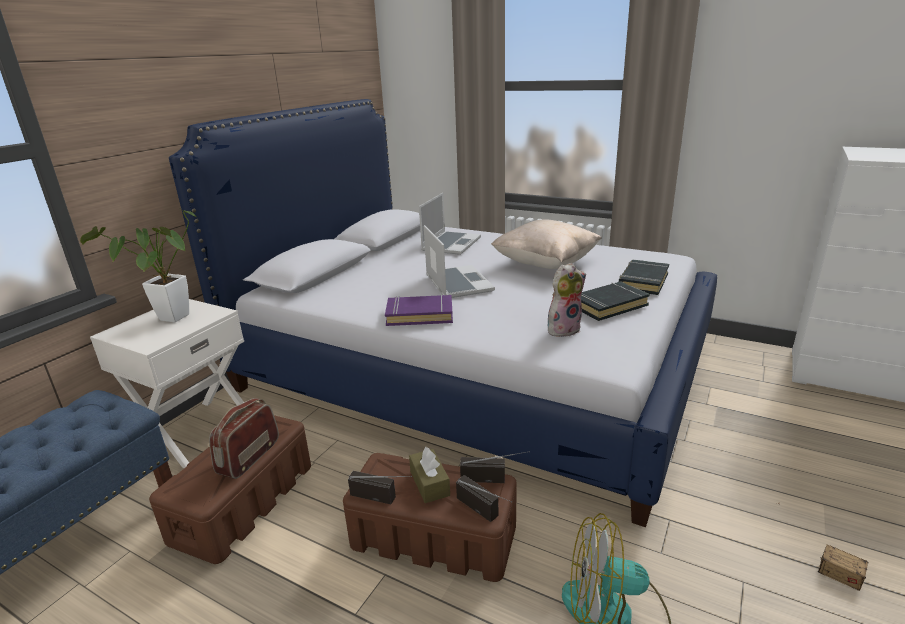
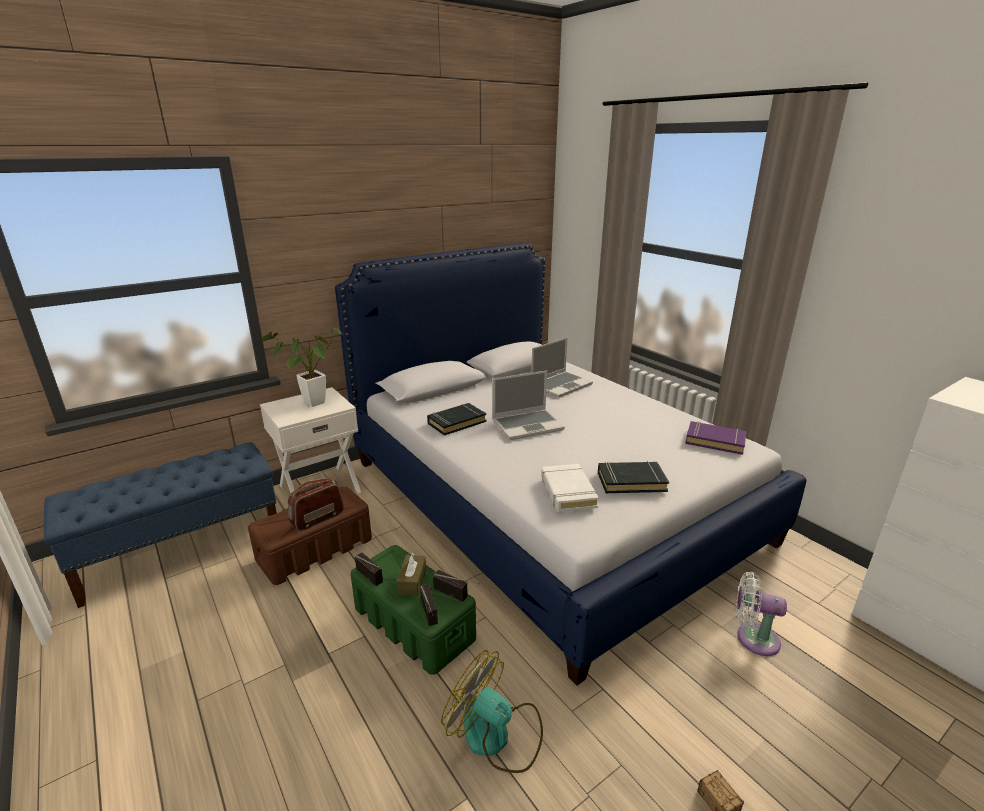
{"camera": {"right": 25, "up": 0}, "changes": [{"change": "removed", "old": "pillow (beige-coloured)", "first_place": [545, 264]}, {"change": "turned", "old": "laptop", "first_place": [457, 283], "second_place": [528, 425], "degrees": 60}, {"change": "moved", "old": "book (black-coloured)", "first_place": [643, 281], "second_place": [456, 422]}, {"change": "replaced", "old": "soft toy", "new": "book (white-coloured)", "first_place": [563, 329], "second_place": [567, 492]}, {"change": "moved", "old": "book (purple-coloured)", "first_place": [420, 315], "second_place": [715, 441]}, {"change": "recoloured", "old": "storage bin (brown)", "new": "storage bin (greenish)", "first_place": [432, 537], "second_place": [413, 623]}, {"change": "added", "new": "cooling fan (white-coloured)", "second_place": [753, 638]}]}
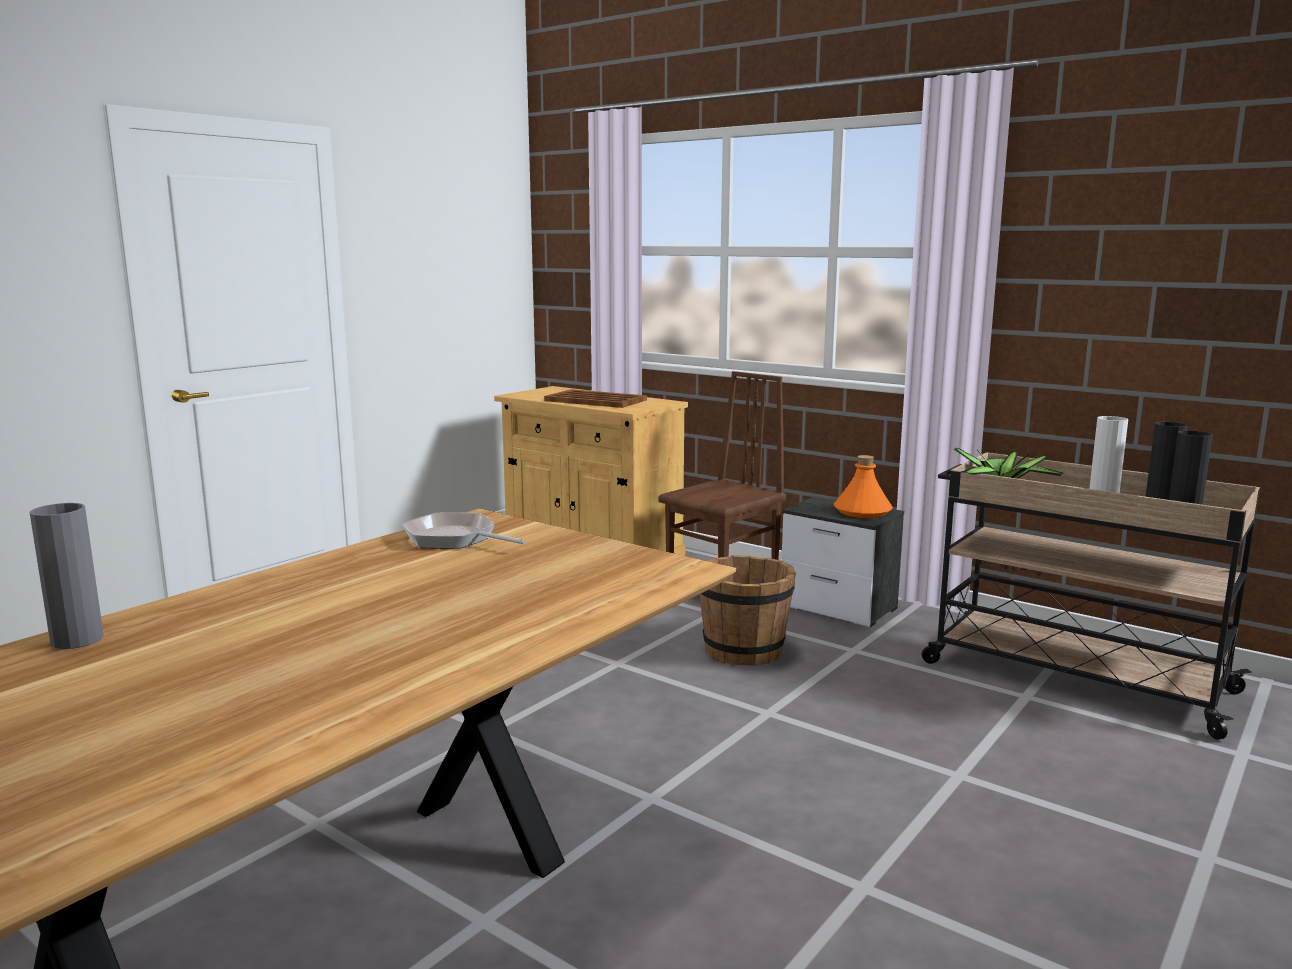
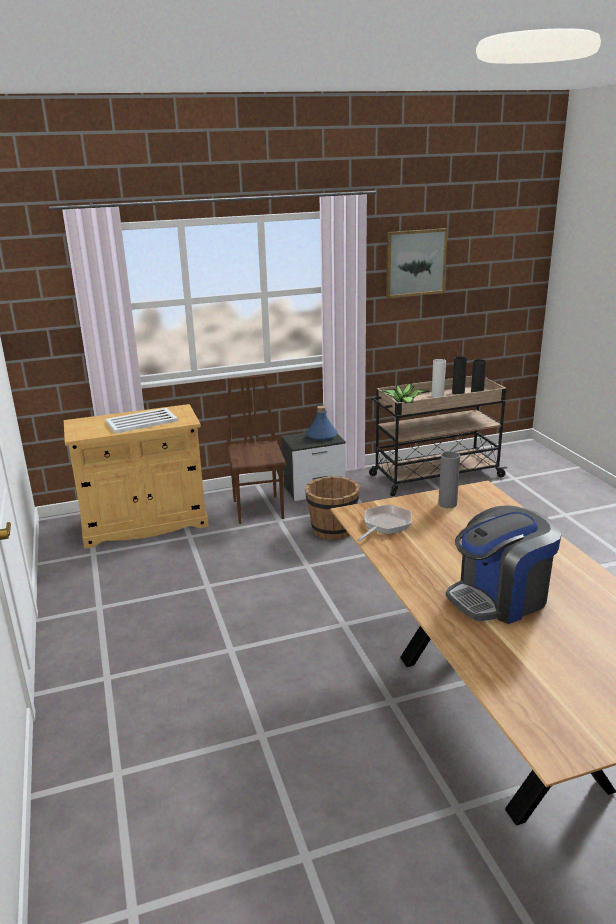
{"camera": {"right": -55, "up": 10}, "changes": [{"change": "recoloured", "old": "carrying tray (brown)", "new": "carrying tray (white-coloured)", "first_place": [596, 400], "second_place": [142, 421]}, {"change": "recoloured", "old": "drink bottle (orangey)", "new": "drink bottle (bluish)", "first_place": [862, 512], "second_place": [321, 436]}, {"change": "moved", "old": "decorative vase (grey)", "first_place": [77, 640], "second_place": [447, 504]}, {"change": "turned", "old": "skillet", "first_place": [455, 539], "second_place": [385, 525], "degrees": 150}, {"change": "added", "new": "picture", "second_place": [415, 262]}, {"change": "added", "new": "coffee machine", "second_place": [499, 598]}]}
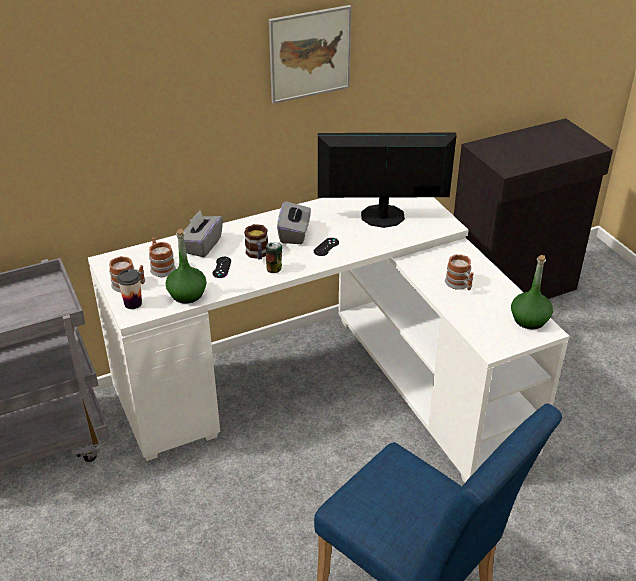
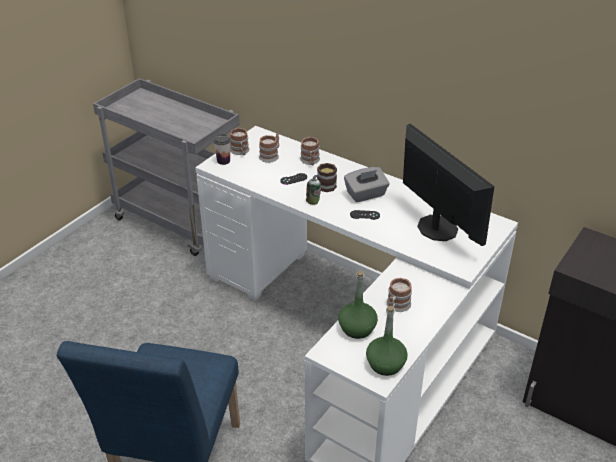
{"camera": {"right": 60, "up": 0}, "changes": [{"change": "removed", "old": "picture", "first_place": [310, 54]}, {"change": "replaced", "old": "box of tissues (grey)", "new": "tea mug", "first_place": [202, 245], "second_place": [310, 161]}, {"change": "moved", "old": "drink bottle (greenish)", "first_place": [187, 294], "second_place": [357, 328]}]}
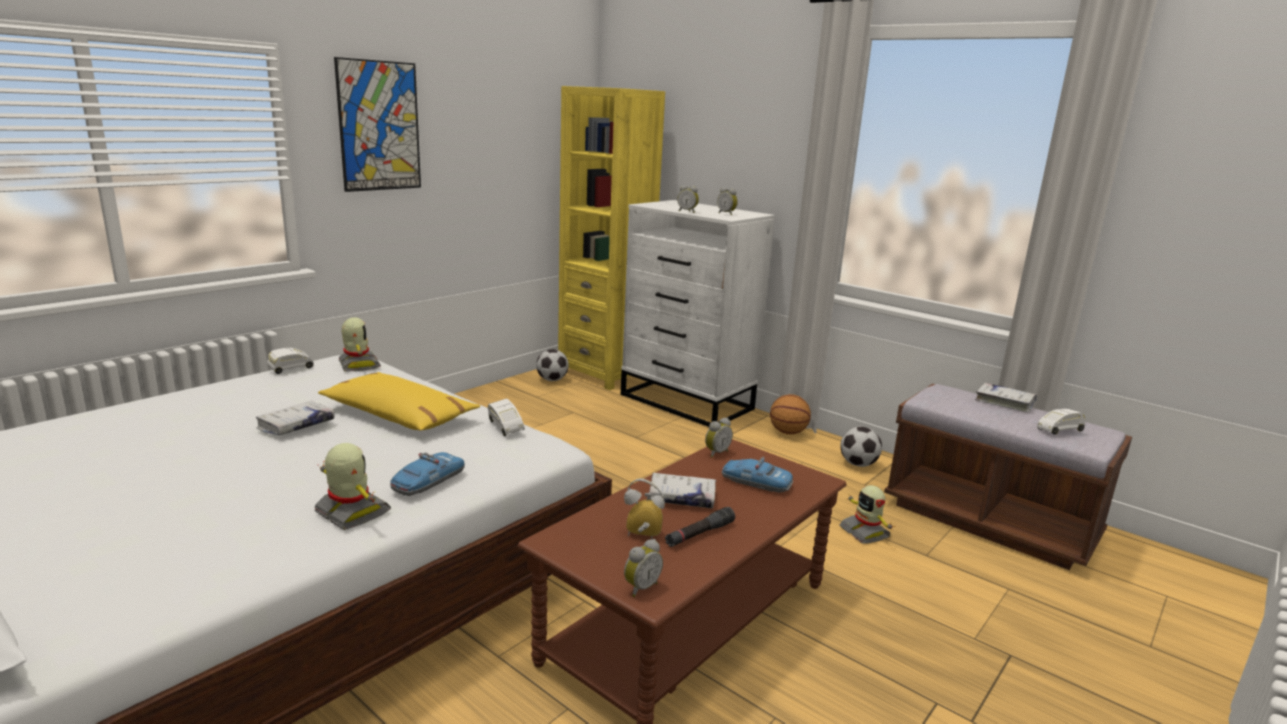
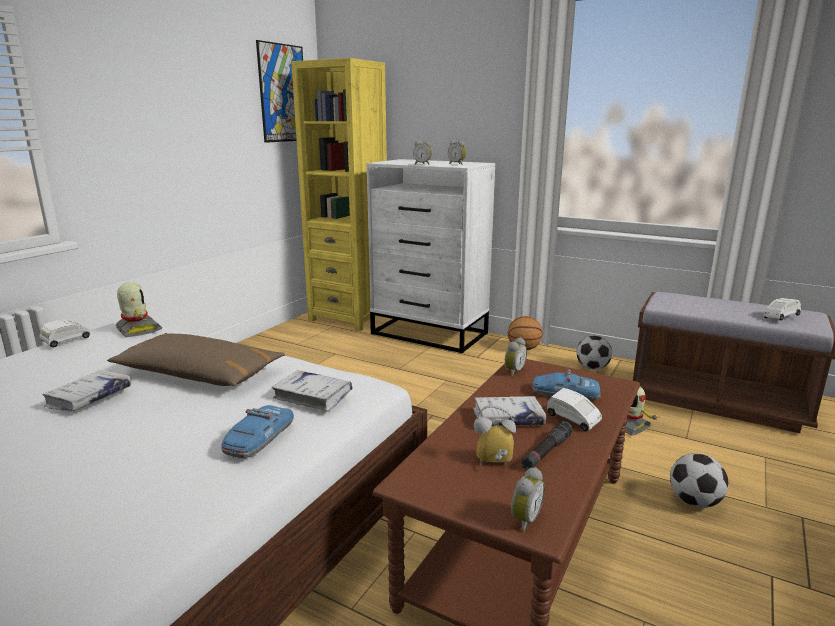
{"camera": {"right": -10, "up": 0}, "changes": [{"change": "moved", "old": "picture", "first_place": [379, 126], "second_place": [283, 93]}, {"change": "moved", "old": "ball for football", "first_place": [552, 380], "second_place": [694, 502]}, {"change": "recoloured", "old": "pillow (yellow-coloured)", "new": "pillow (brown)", "first_place": [399, 415], "second_place": [199, 374]}, {"change": "moved", "old": "book (white-coloured)", "first_place": [1004, 402], "second_place": [313, 396]}, {"change": "moved", "old": "model car (white-coloured)", "first_place": [505, 427], "second_place": [572, 420]}, {"change": "removed", "old": "toy robot", "first_place": [351, 513]}]}
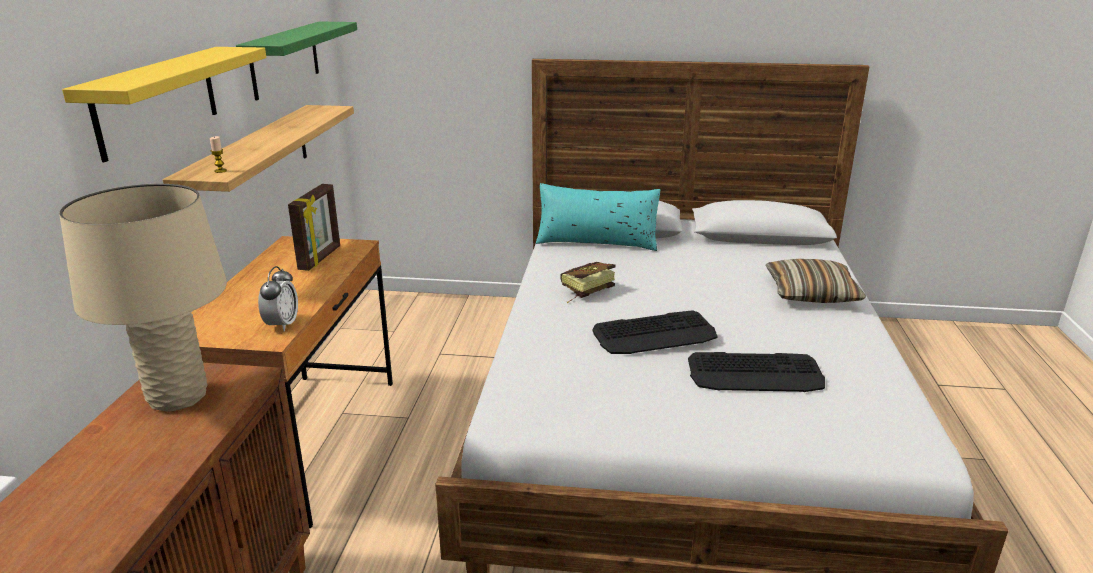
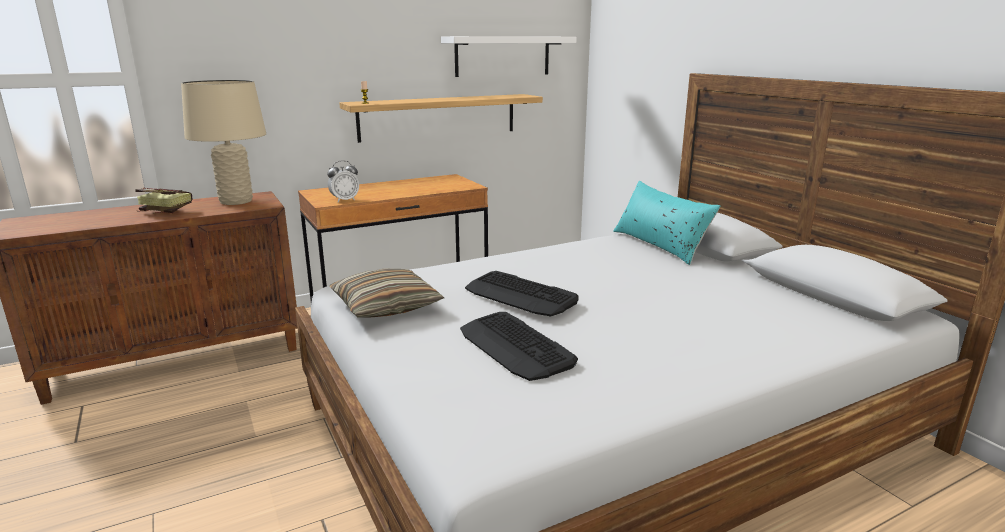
{"camera": {"right": 55, "up": -5}, "changes": [{"change": "recoloured", "old": "shelf (greenish)", "new": "shelf (white-coloured)", "first_place": [285, 59], "second_place": [503, 56]}, {"change": "removed", "old": "shelf (yellow-coloured)", "first_place": [157, 100]}, {"change": "removed", "old": "standing frame", "first_place": [321, 258]}, {"change": "moved", "old": "pillow", "first_place": [811, 293], "second_place": [386, 306]}, {"change": "moved", "old": "book", "first_place": [583, 292], "second_place": [163, 211]}]}
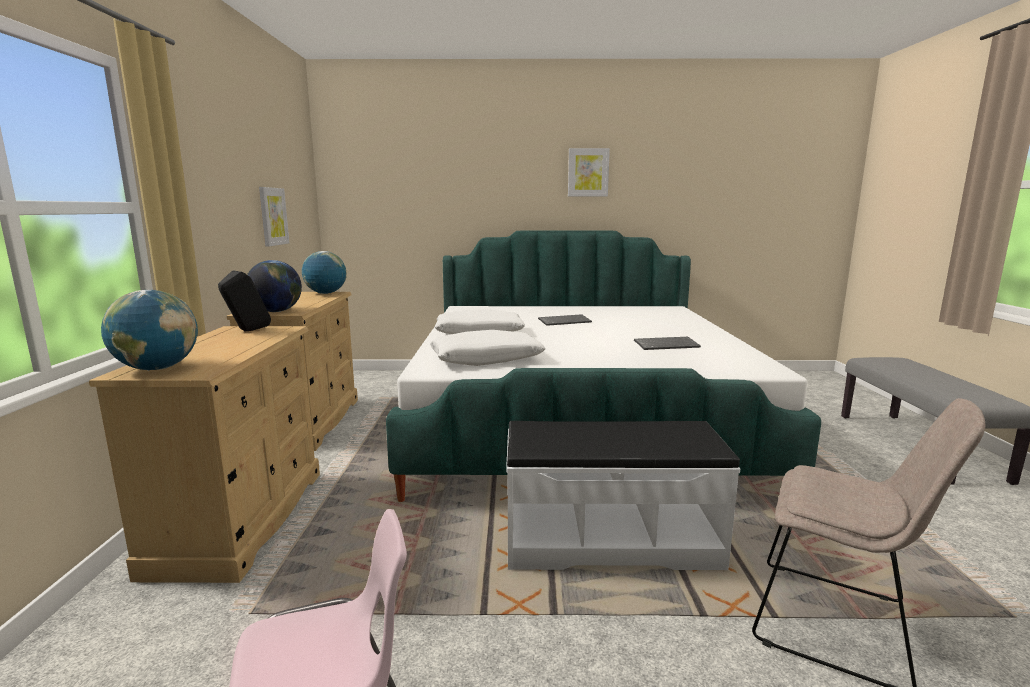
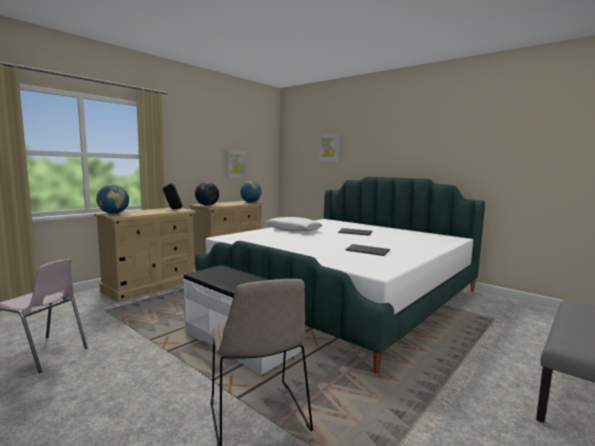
{"camera": {"right": 40, "up": -5}, "changes": [{"change": "moved", "old": "picture", "first_place": [588, 172], "second_place": [329, 147]}, {"change": "removed", "old": "pillow (white-coloured)", "first_place": [486, 359]}]}
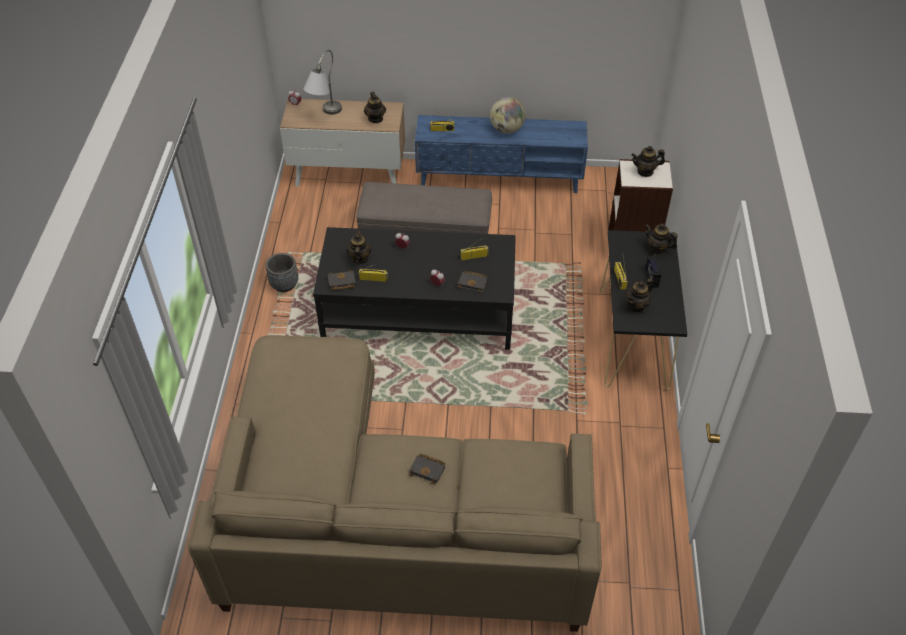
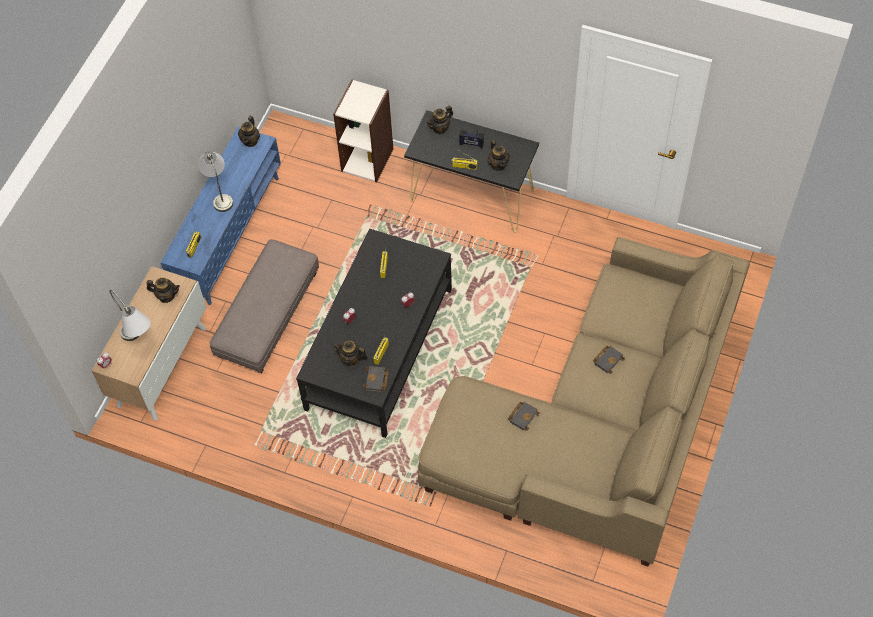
{"camera": {"right": -70, "up": 10}, "changes": [{"change": "replaced", "old": "globe", "new": "tabletop lamp (grey)", "first_place": [506, 129], "second_place": [220, 193]}, {"change": "moved", "old": "pot for tea", "first_place": [645, 171], "second_place": [250, 141]}, {"change": "removed", "old": "plant pot (grey)", "first_place": [284, 285]}, {"change": "moved", "old": "book (black-coloured)", "first_place": [473, 283], "second_place": [523, 416]}]}
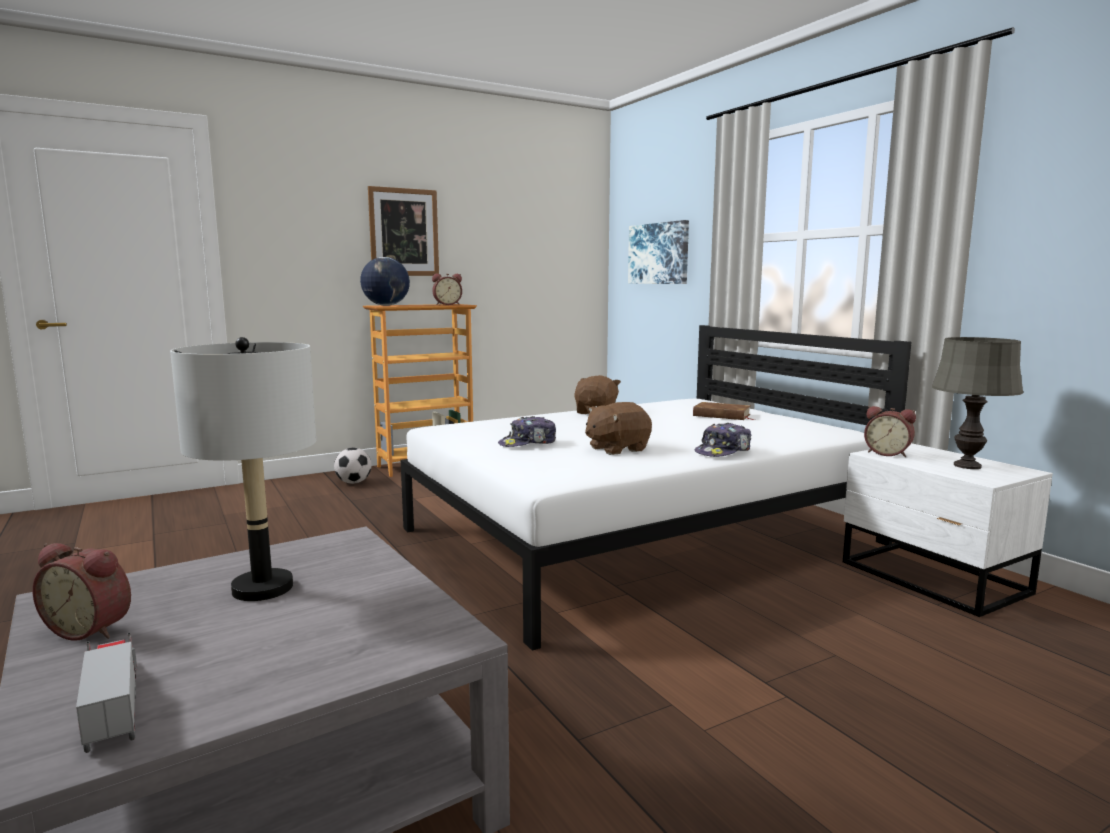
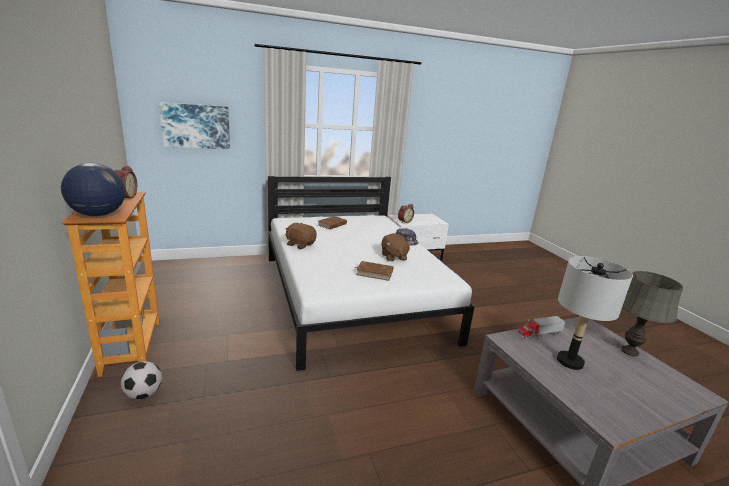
{"camera": {"right": -80, "up": 10}, "changes": [{"change": "removed", "old": "picture", "first_place": [404, 232]}, {"change": "moved", "old": "tabletop lamp (grey)", "first_place": [967, 466], "second_place": [629, 351]}, {"change": "replaced", "old": "cap", "new": "book (brown)", "first_place": [528, 443], "second_place": [374, 273]}, {"change": "removed", "old": "alarm clock", "first_place": [92, 629]}, {"change": "moved", "old": "toy lorry", "first_place": [113, 704], "second_place": [538, 334]}]}
